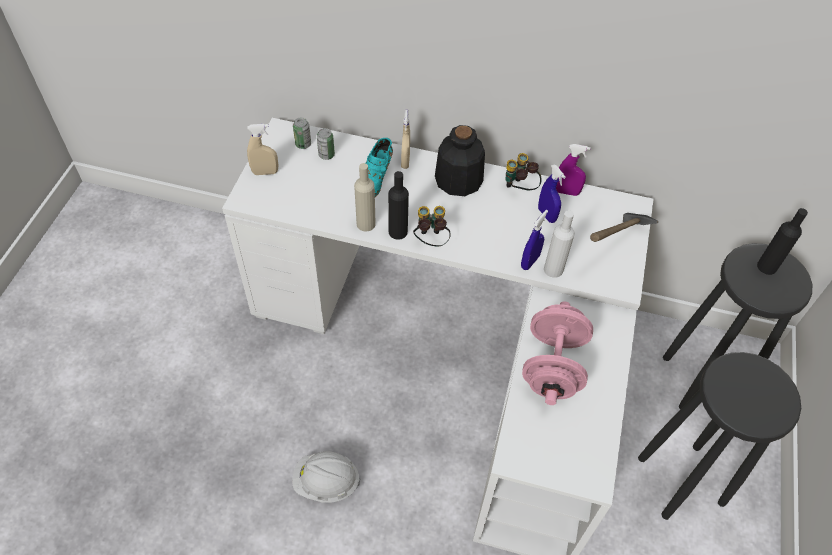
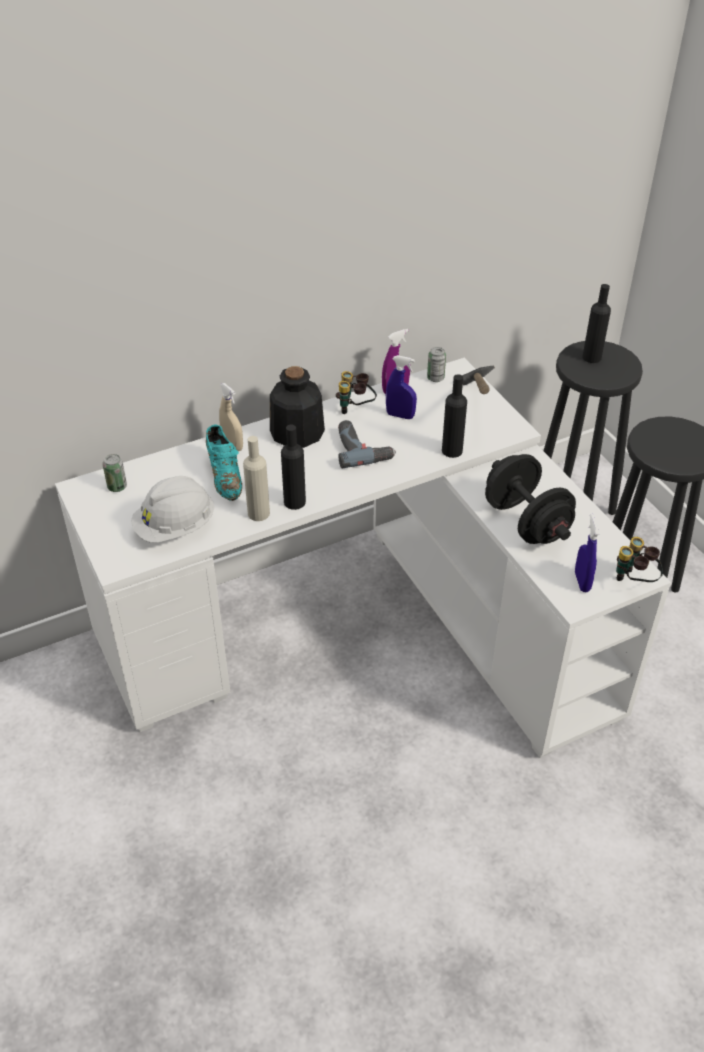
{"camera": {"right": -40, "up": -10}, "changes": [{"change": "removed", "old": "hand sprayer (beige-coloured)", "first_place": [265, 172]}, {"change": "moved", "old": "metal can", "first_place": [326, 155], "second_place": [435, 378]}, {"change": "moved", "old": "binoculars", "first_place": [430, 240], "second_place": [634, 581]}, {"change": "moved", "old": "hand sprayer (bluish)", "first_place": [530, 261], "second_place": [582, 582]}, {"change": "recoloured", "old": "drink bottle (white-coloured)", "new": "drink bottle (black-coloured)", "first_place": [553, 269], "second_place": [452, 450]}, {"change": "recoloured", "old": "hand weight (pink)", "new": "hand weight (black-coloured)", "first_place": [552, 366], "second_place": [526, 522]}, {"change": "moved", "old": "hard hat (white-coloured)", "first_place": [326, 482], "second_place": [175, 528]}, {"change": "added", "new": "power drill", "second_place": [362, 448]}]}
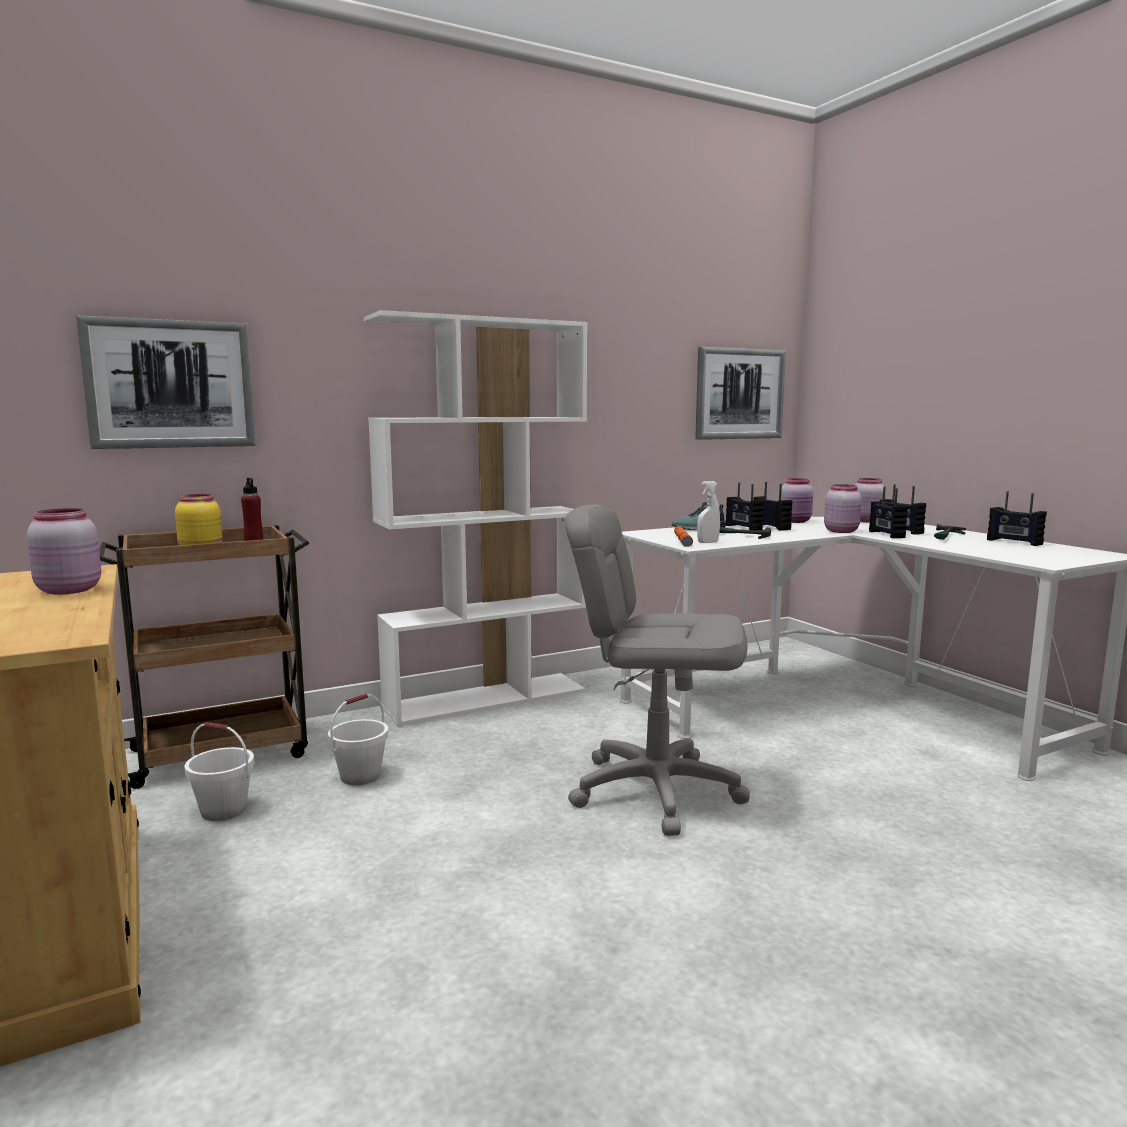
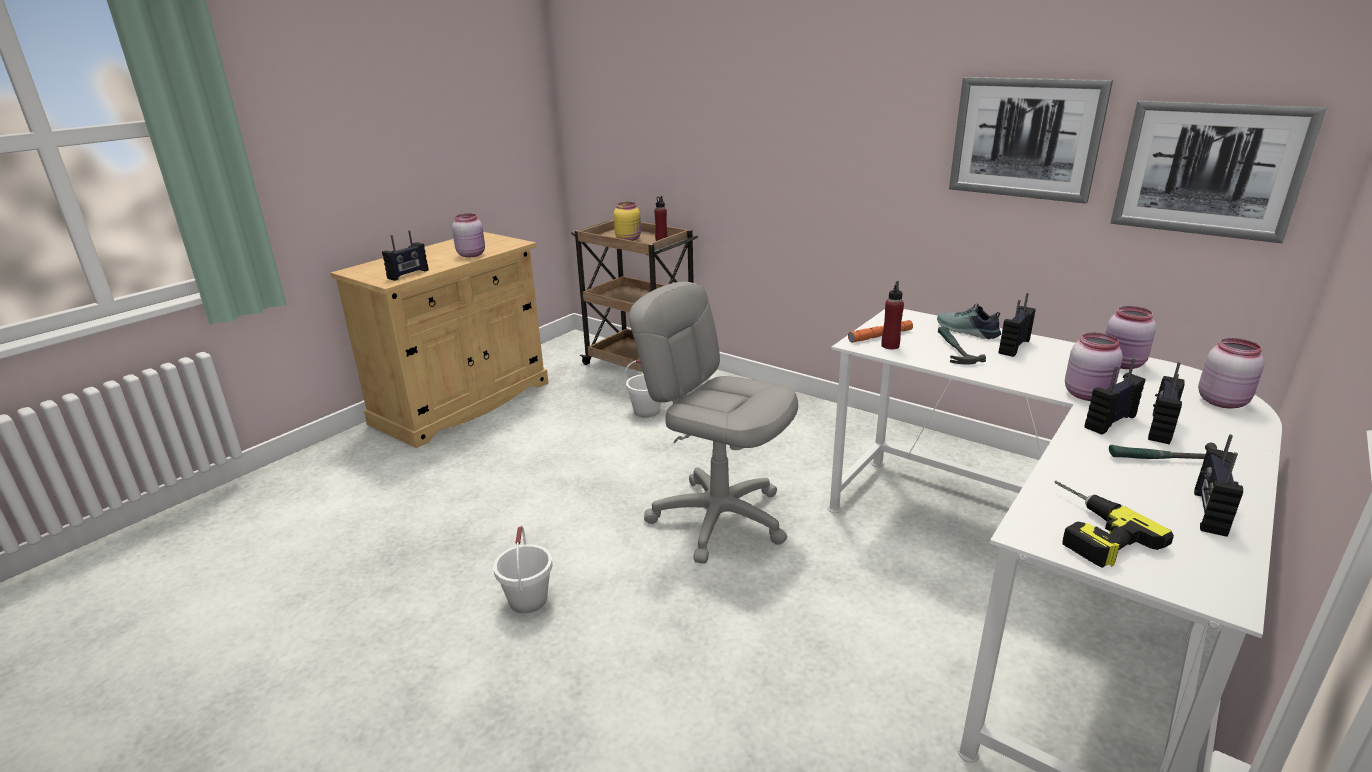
{"camera": {"right": 65, "up": 15}, "changes": [{"change": "removed", "old": "shelving unit (white-coloured)", "first_place": [486, 698]}, {"change": "moved", "old": "picture", "first_place": [171, 384], "second_place": [1025, 138]}, {"change": "replaced", "old": "hand sprayer (white-coloured)", "new": "drink bottle (red)", "first_place": [708, 542], "second_place": [890, 346]}, {"change": "moved", "old": "radio set", "first_place": [771, 527], "second_place": [408, 274]}, {"change": "turned", "old": "desk chair (grey)", "first_place": [655, 790], "second_place": [719, 518], "degrees": -45}, {"change": "moved", "old": "pail (white-coloured)", "first_place": [223, 810], "second_place": [527, 600]}, {"change": "added", "new": "power drill", "second_place": [1085, 529]}]}
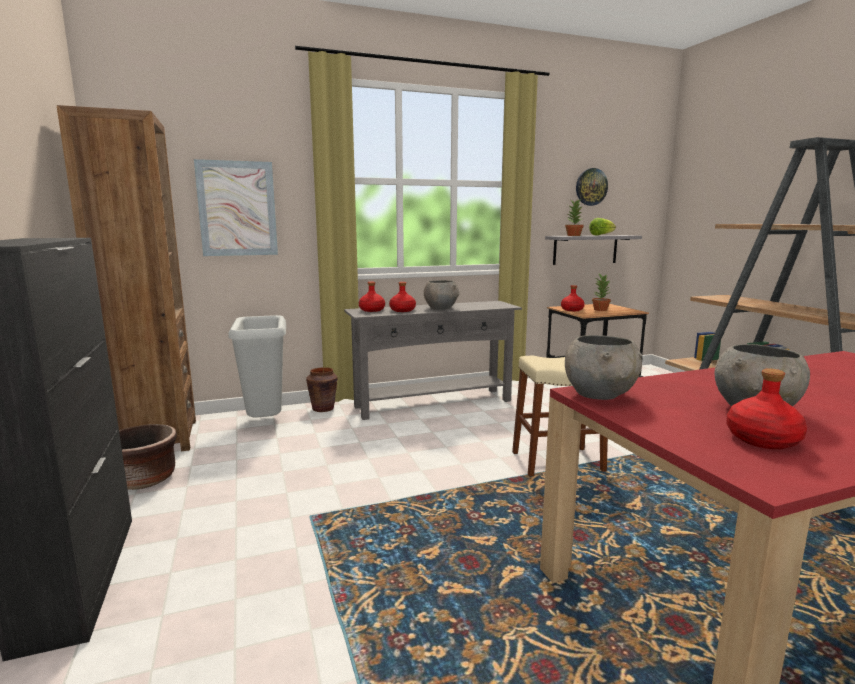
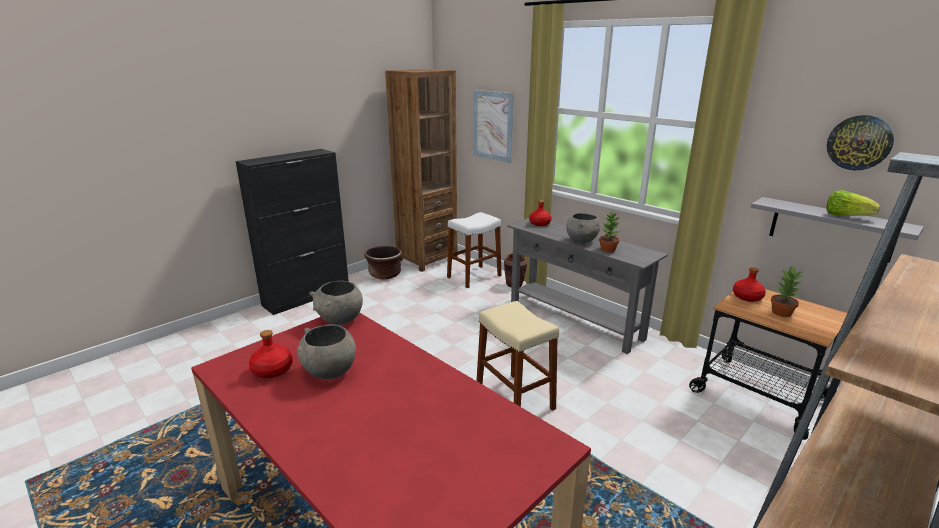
{"camera": {"right": 65, "up": 10}, "changes": [{"change": "moved", "old": "potted plant", "first_place": [574, 235], "second_place": [607, 250]}, {"change": "removed", "old": "drink bottle (red)", "first_place": [402, 310]}, {"change": "replaced", "old": "trash can (grey)", "new": "stool (white-coloured)", "first_place": [267, 423], "second_place": [474, 276]}]}
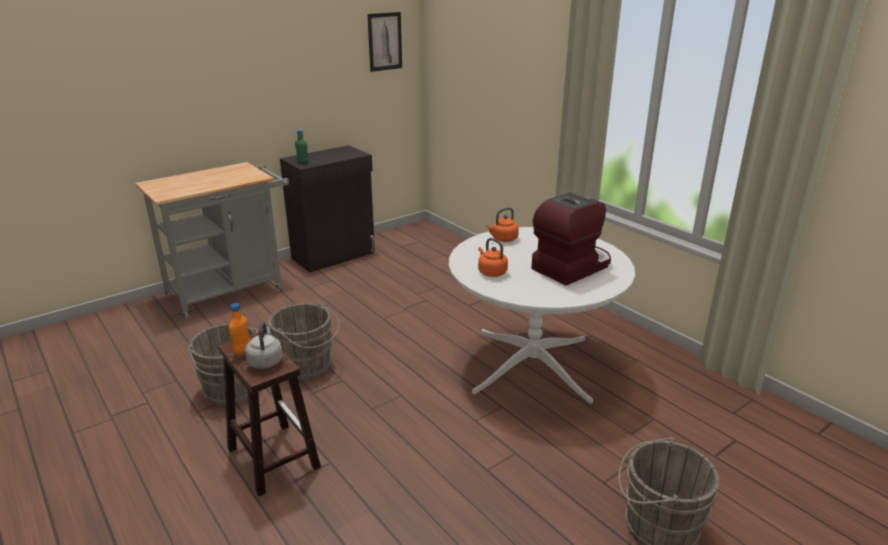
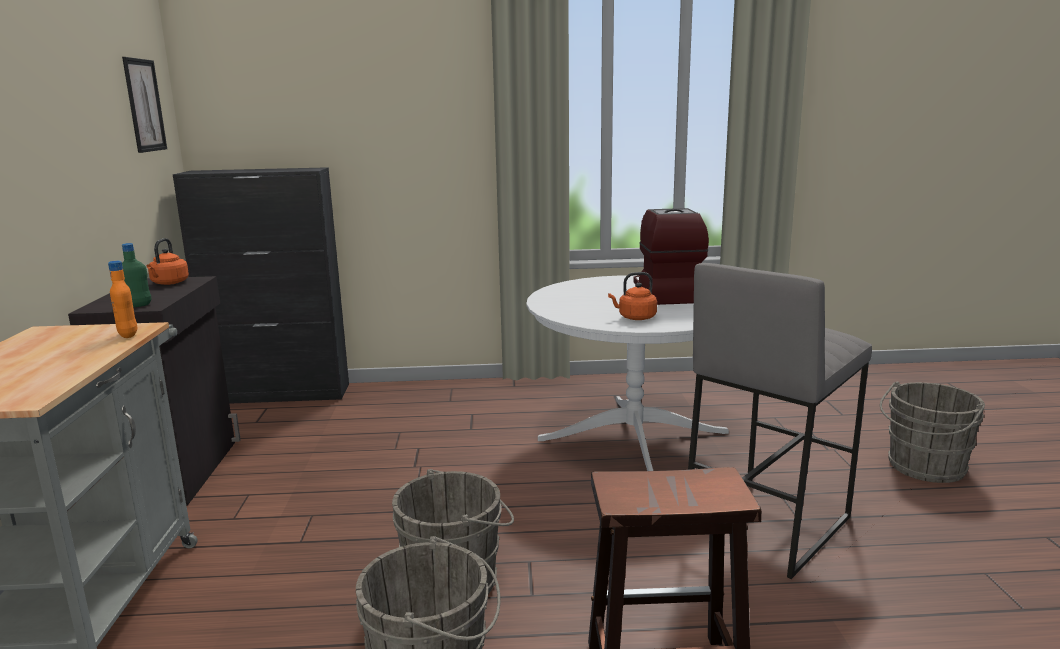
{"camera": {"right": -55, "up": -10}, "changes": [{"change": "moved", "old": "kettle (orangey)", "first_place": [503, 239], "second_place": [169, 283]}, {"change": "moved", "old": "drink bottle (orangey)", "first_place": [242, 351], "second_place": [128, 335]}, {"change": "removed", "old": "kettle (grey)", "first_place": [265, 361]}, {"change": "added", "new": "cupboard (black-coloured)", "second_place": [281, 394]}, {"change": "added", "new": "stool (grey)", "second_place": [766, 524]}]}
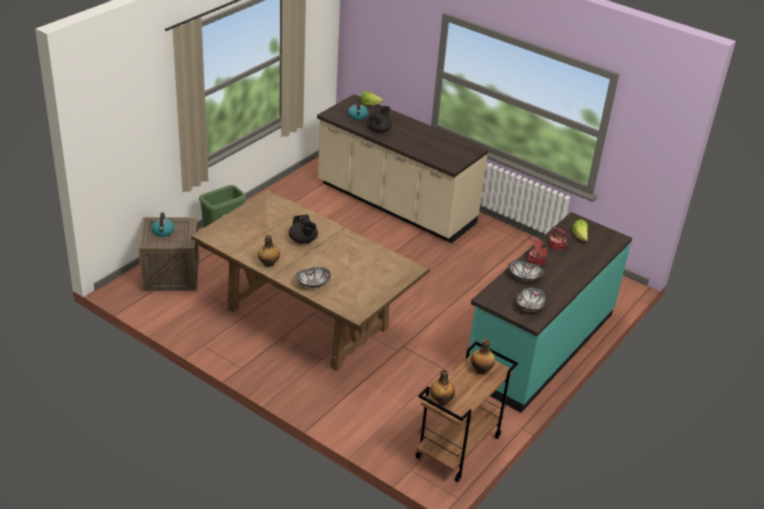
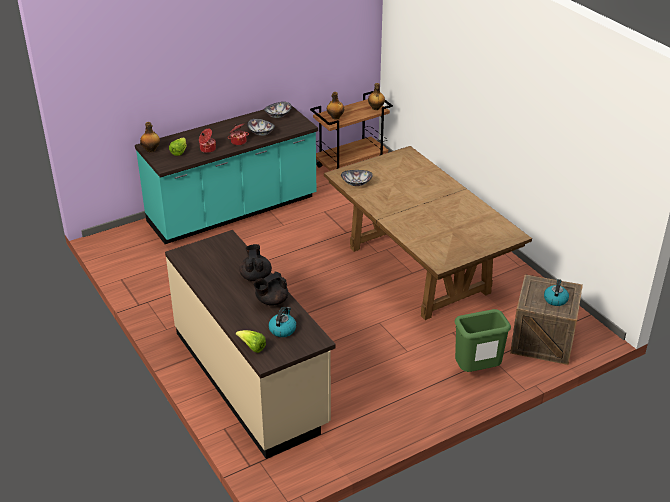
{"camera": {"right": -155, "up": 0}, "changes": [{"change": "moved", "old": "pot for tea (black-coloured)", "first_place": [303, 240], "second_place": [255, 276]}, {"change": "moved", "old": "drink bottle", "first_place": [268, 264], "second_place": [151, 150]}, {"change": "moved", "old": "deep dish", "first_place": [312, 284], "second_place": [356, 183]}]}
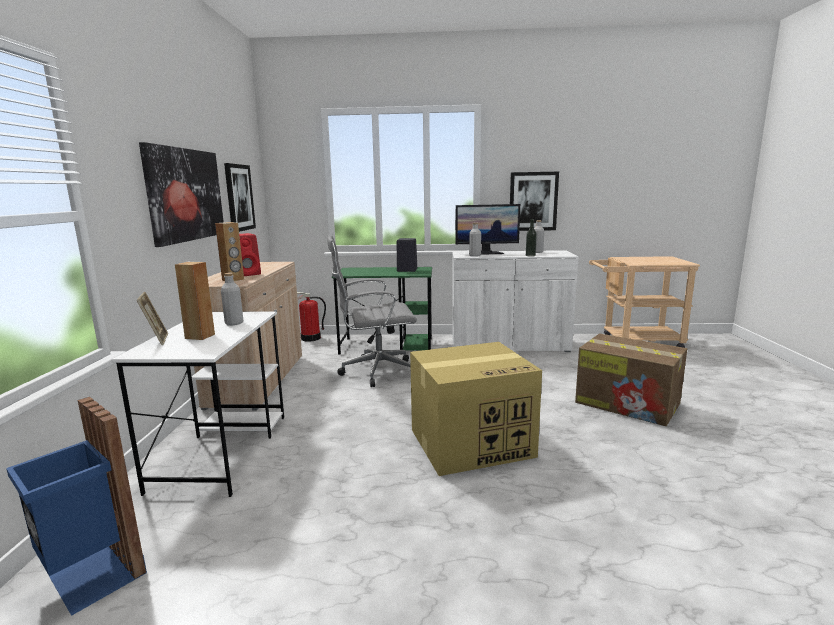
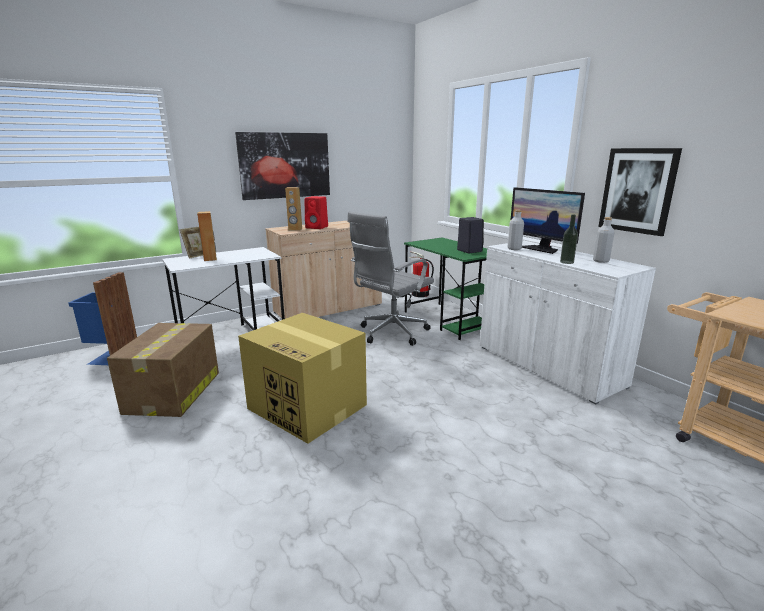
{"camera": {"right": 55, "up": 5}, "changes": [{"change": "removed", "old": "picture", "first_place": [239, 197]}, {"change": "turned", "old": "desk chair (grey)", "first_place": [375, 372], "second_place": [391, 333], "degrees": -90}, {"change": "removed", "old": "drink bottle (grey)", "first_place": [234, 323]}, {"change": "moved", "old": "packing box", "first_place": [628, 403], "second_place": [173, 393]}]}
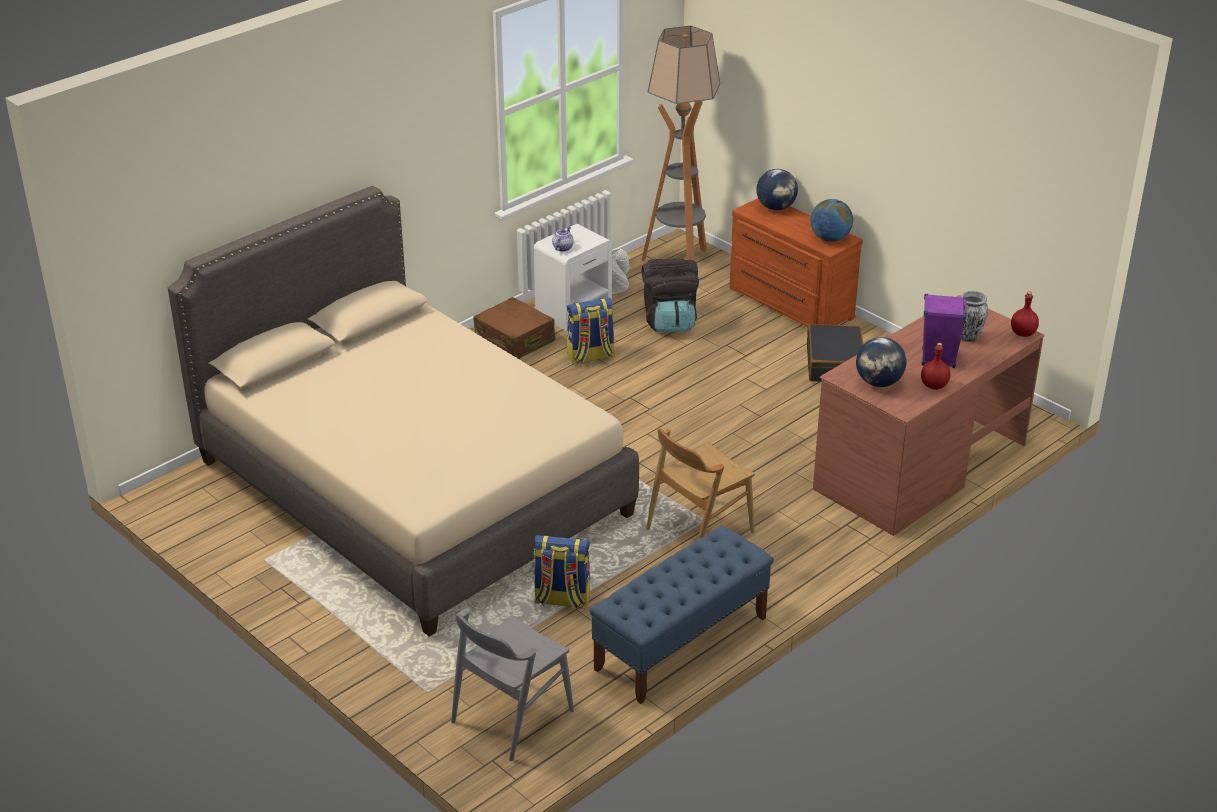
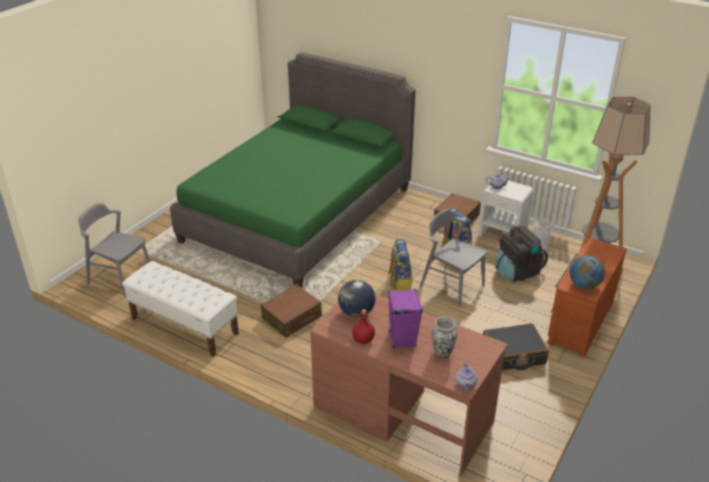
{"camera": {"right": 75, "up": 0}, "changes": [{"change": "removed", "old": "globe", "first_place": [776, 207]}, {"change": "recoloured", "old": "sleeping bed (beige-coloured)", "new": "sleeping bed (greenish)", "first_place": [412, 488], "second_place": [298, 214]}, {"change": "replaced", "old": "drink bottle (red)", "new": "pot for tea", "first_place": [1023, 333], "second_place": [466, 384]}, {"change": "replaced", "old": "chair (brown)", "new": "piece of luggage (brown)", "first_place": [699, 531], "second_place": [292, 318]}, {"change": "recoloured", "old": "indoor bench (bluish)", "new": "indoor bench (white-coloured)", "first_place": [681, 644], "second_place": [184, 326]}, {"change": "moved", "old": "rucksack", "first_place": [562, 599], "second_place": [399, 282]}, {"change": "added", "new": "chair (grey)", "second_place": [451, 286]}]}
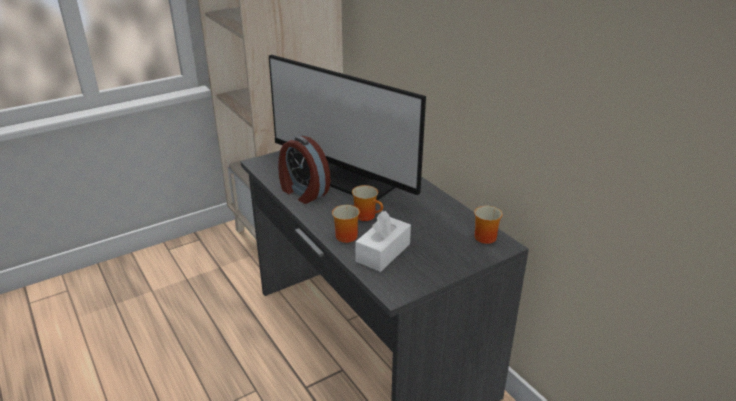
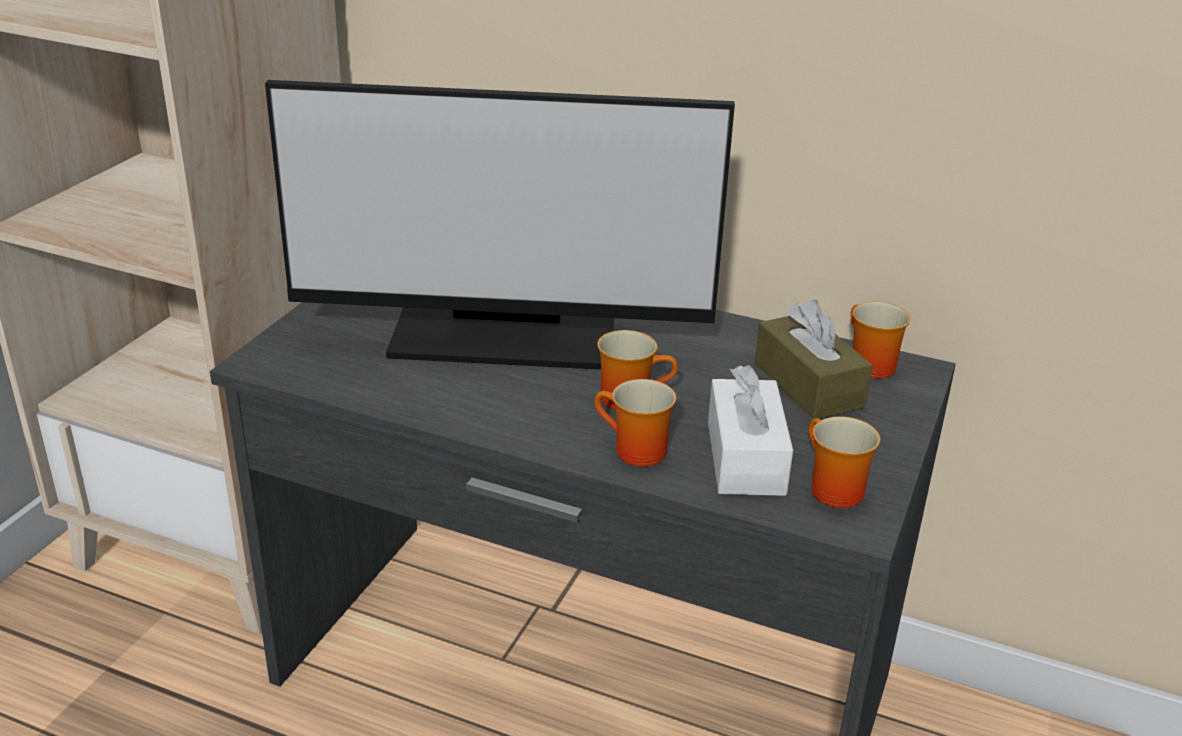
{"camera": {"right": -35, "up": 0}, "changes": [{"change": "removed", "old": "alarm clock", "first_place": [303, 192]}, {"change": "added", "new": "box of tissues (brown)", "second_place": [808, 385]}, {"change": "added", "new": "tea mug", "second_place": [829, 489]}]}
